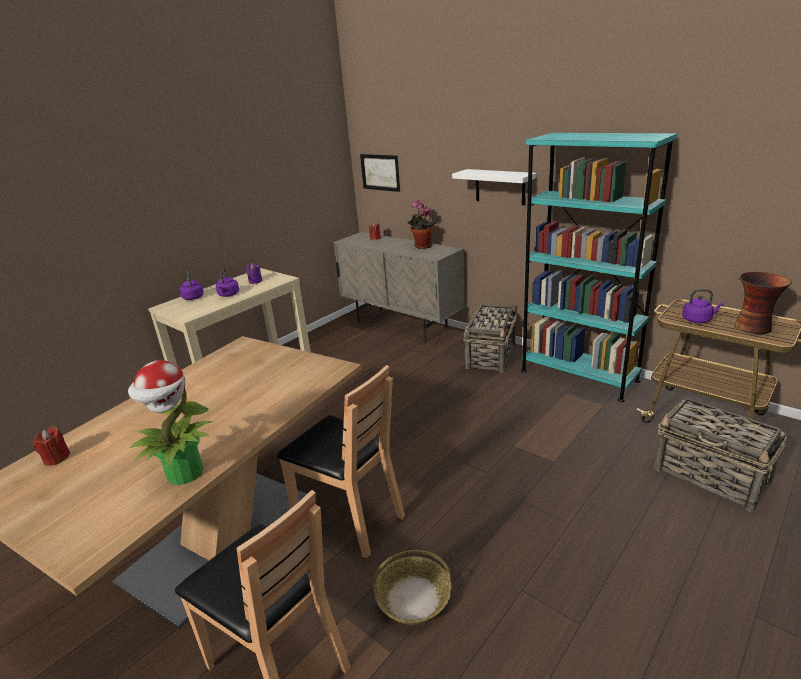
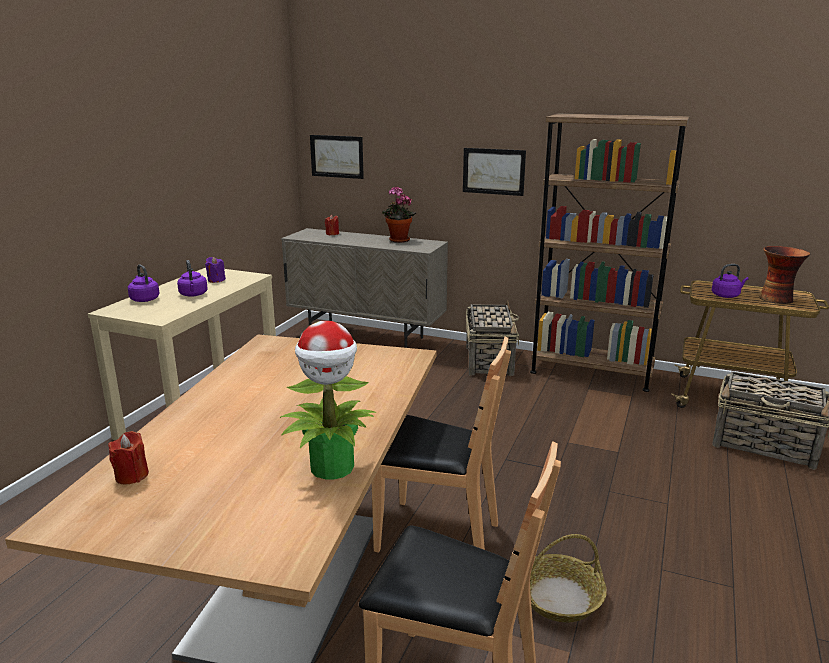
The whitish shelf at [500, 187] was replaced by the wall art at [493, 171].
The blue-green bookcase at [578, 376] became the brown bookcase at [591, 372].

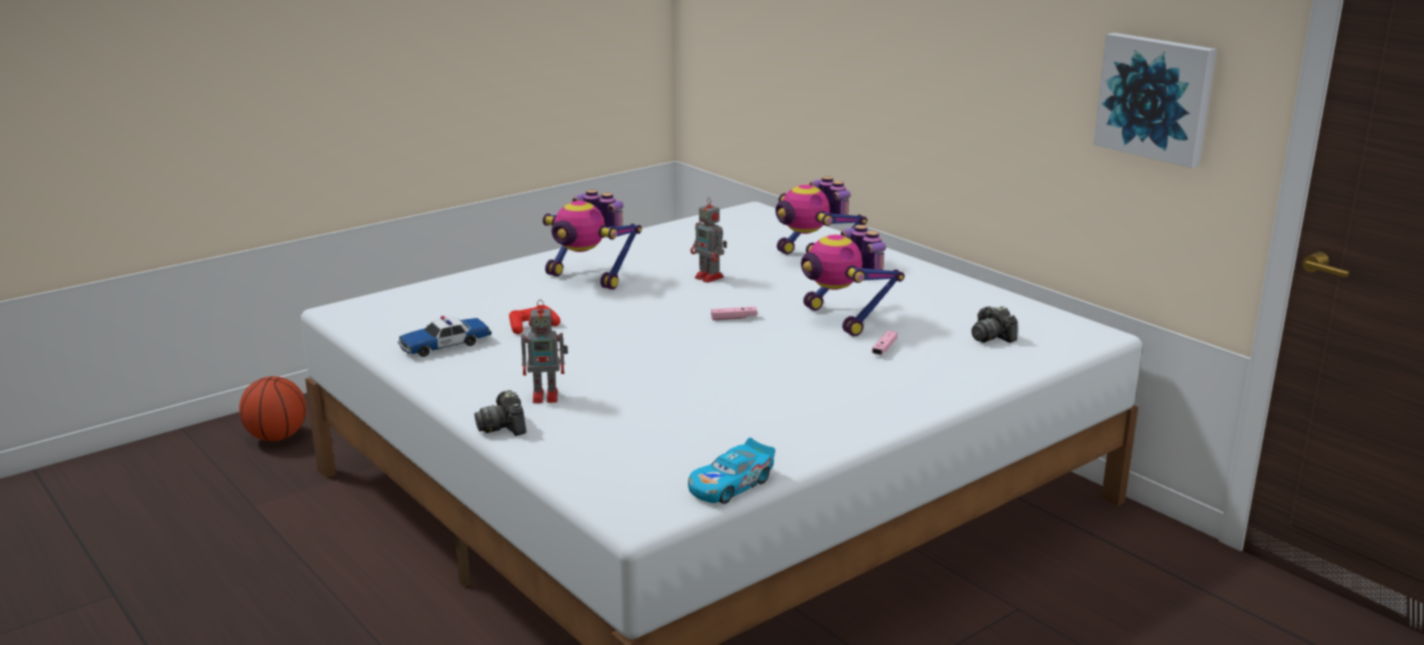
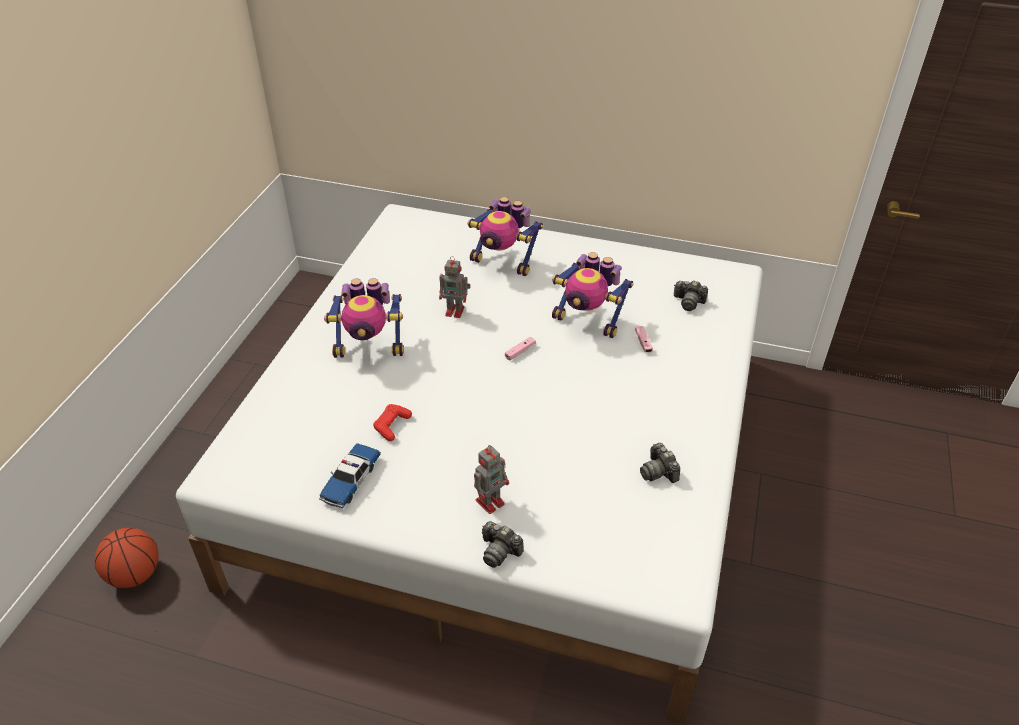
The toy car at [730, 485] disappeared.
The wall art at [1156, 98] disappeared.
The still camera at [658, 471] appeared.

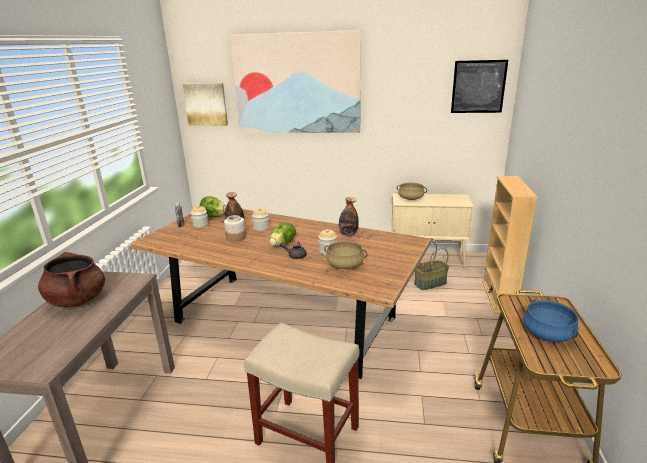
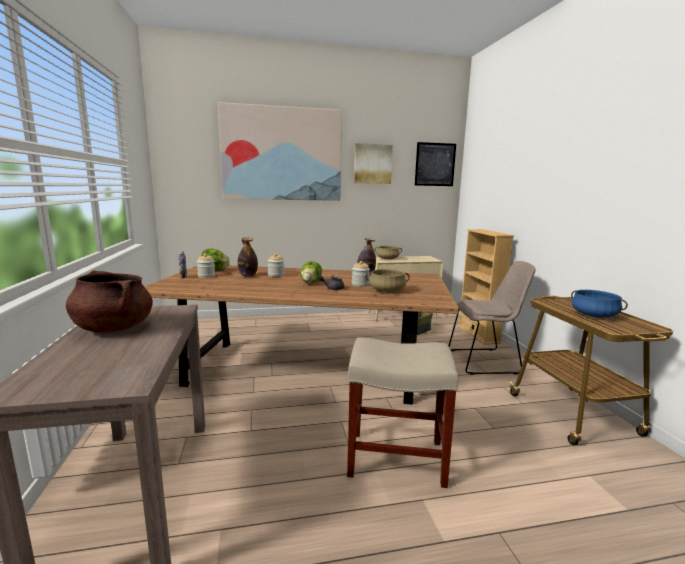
The wall art moved from [206, 104] to [372, 164].
The storage jar at [236, 237] disappeared.
The beige-coloured plain chair at [485, 361] appeared.

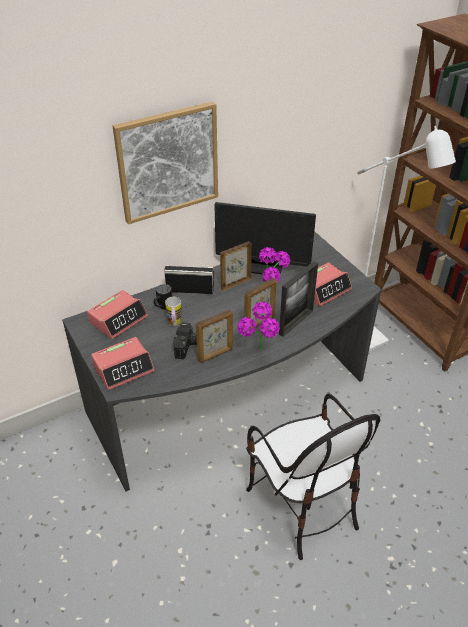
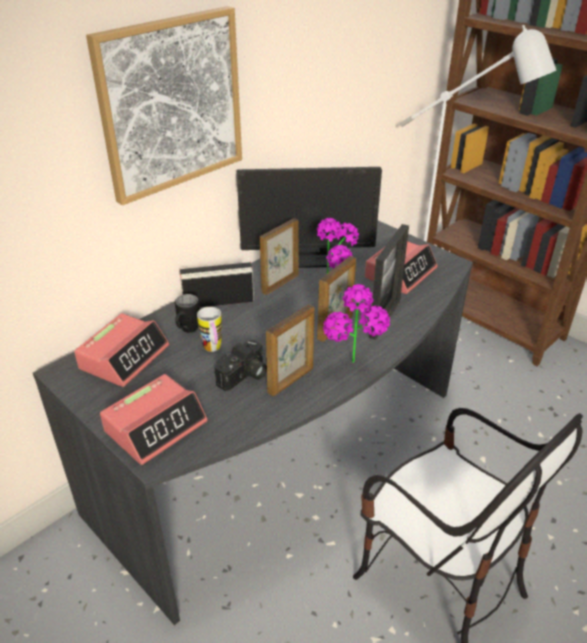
The still camera at [187, 346] turned 45 degrees clockwise.

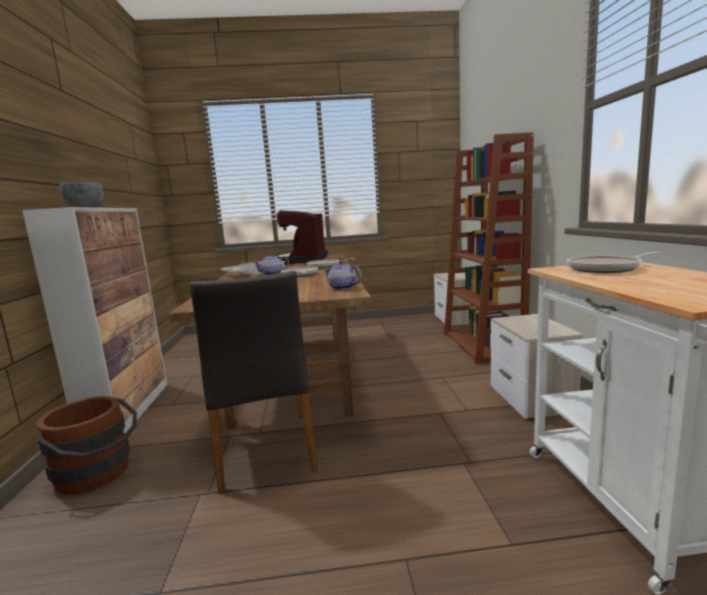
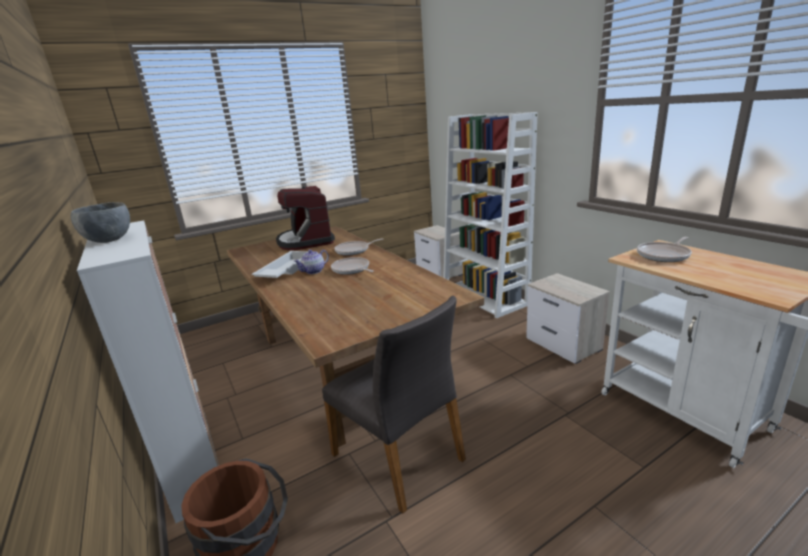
The tea pot at [342, 288] disappeared.
The brown bookcase at [483, 345] became the whitish bookcase at [485, 297].

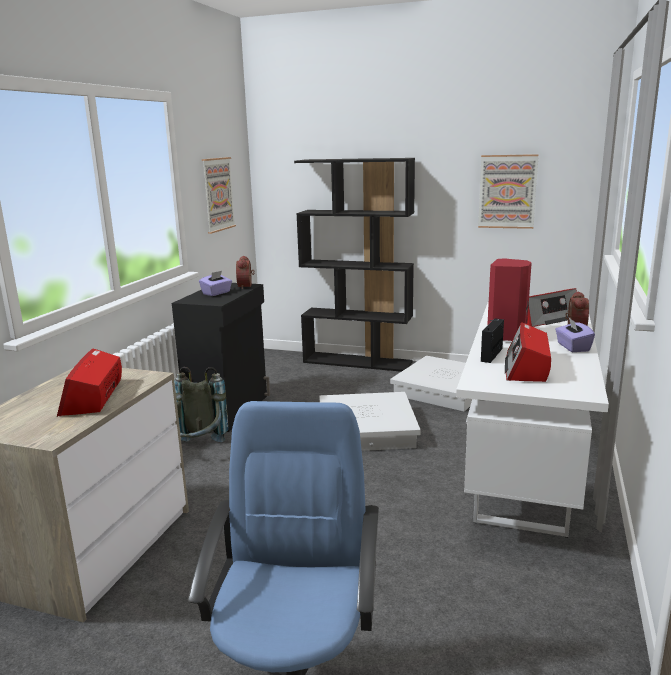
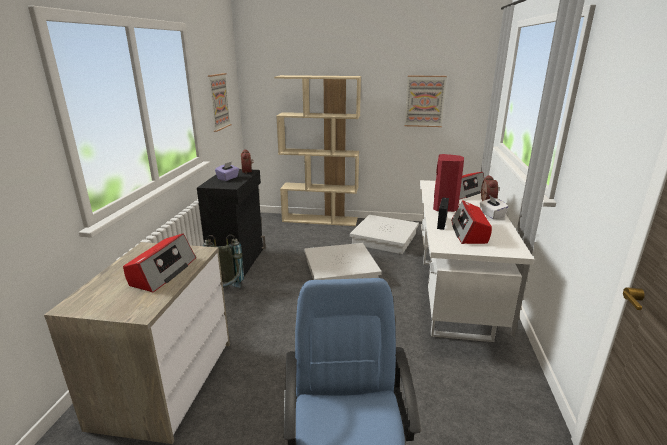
The radio at [93, 397] turned 150 degrees counterclockwise.
The black bookcase at [358, 362] became the beige-coloured bookcase at [320, 220].
The purplish tissue box at [572, 347] became the whitish tissue box at [491, 215].

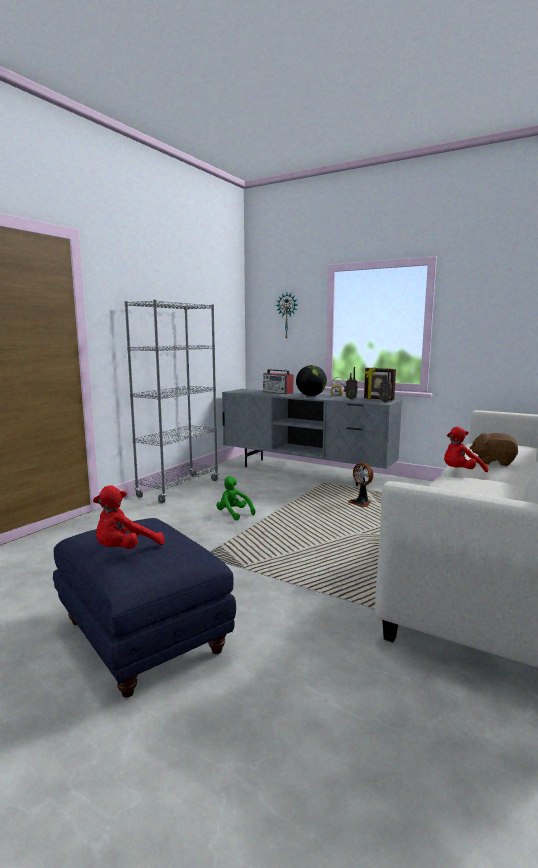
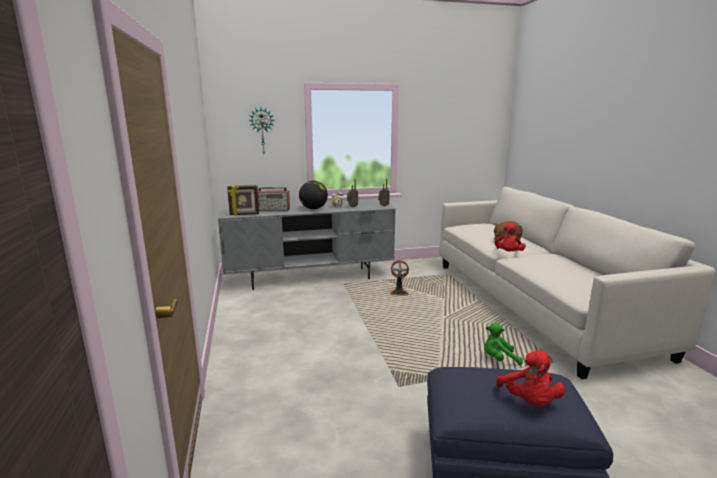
The grey bookcase at [179, 488] disappeared.
The green-coloured plush toy moved from [233, 514] to [499, 359].
The standing frame moved from [378, 399] to [244, 214].

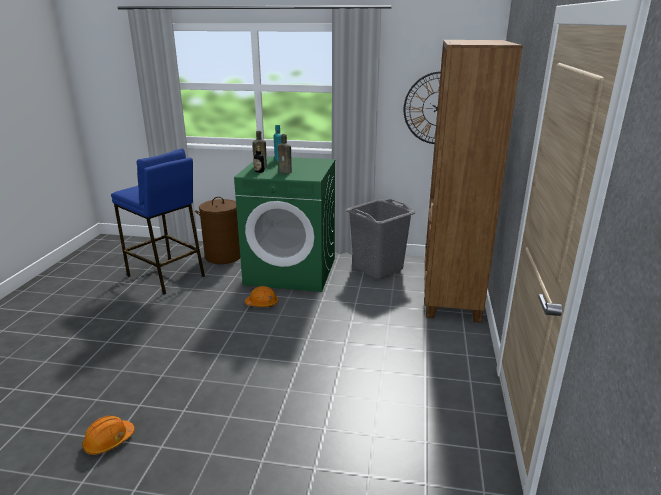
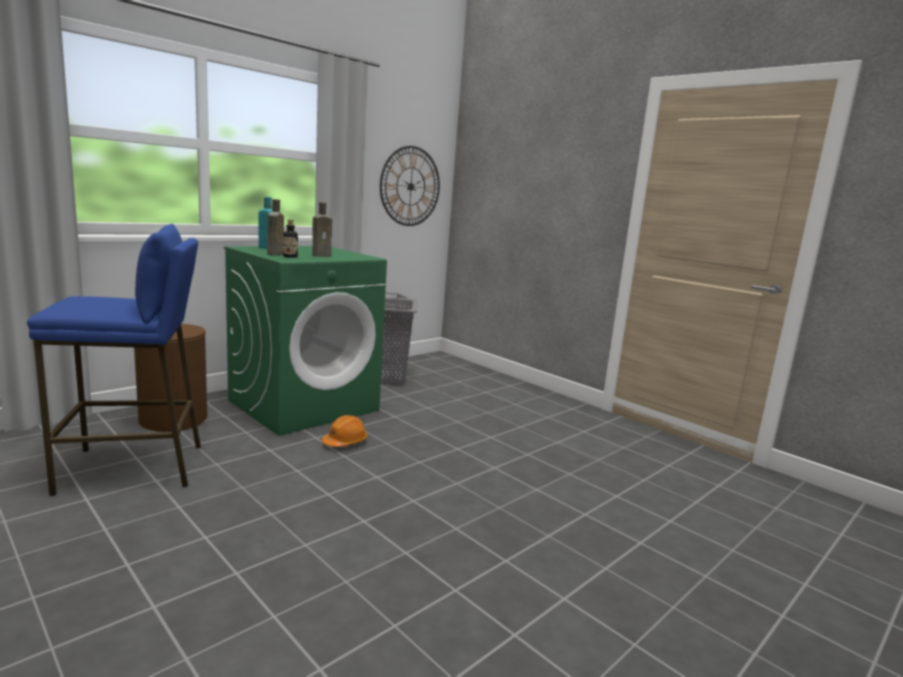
The orange-coloured work helmet at [109, 441] disappeared.
The brown bookcase at [449, 293] disappeared.

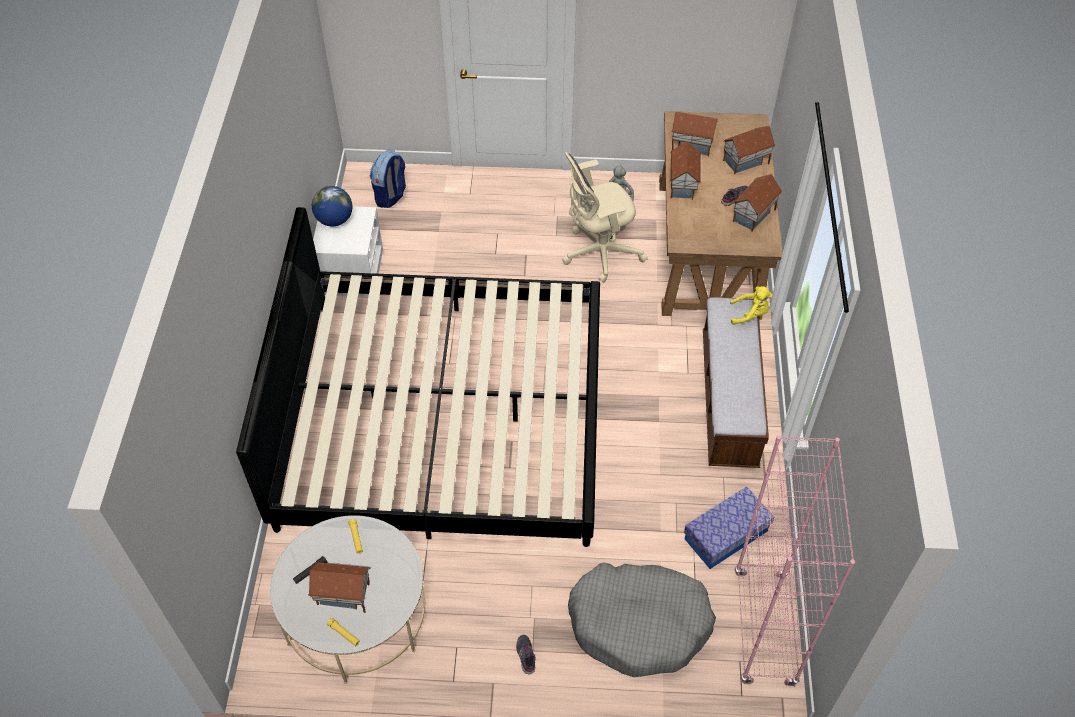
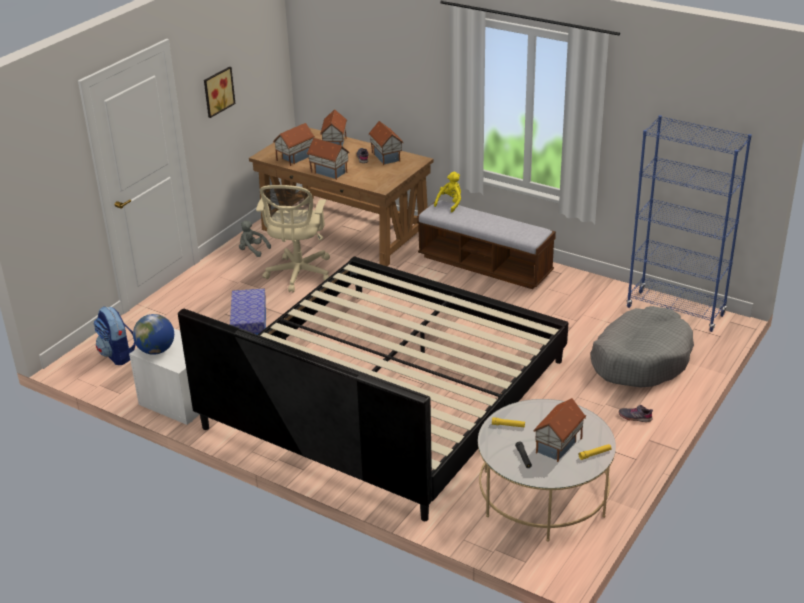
The storage box moved from [726, 535] to [249, 325].
The pinkish bookcase at [764, 628] became the bluish bookcase at [675, 311].
The wall art at [217, 91] appeared.

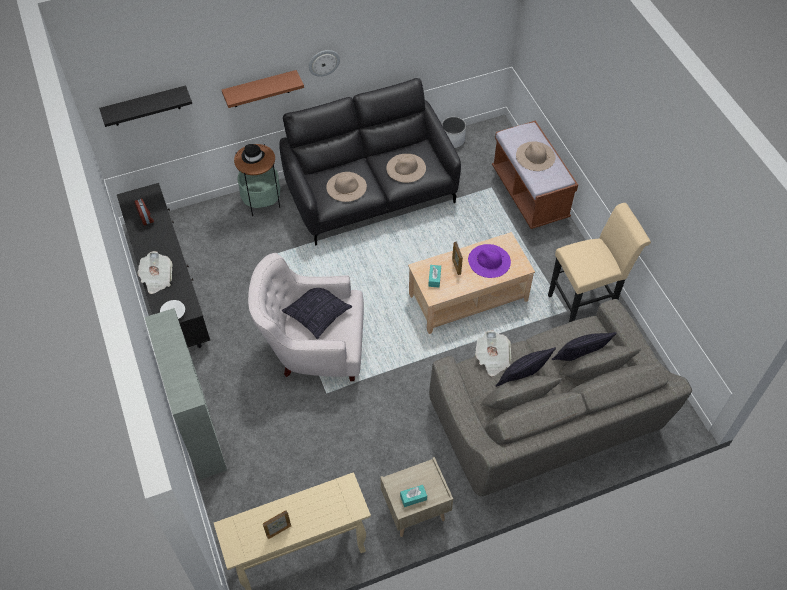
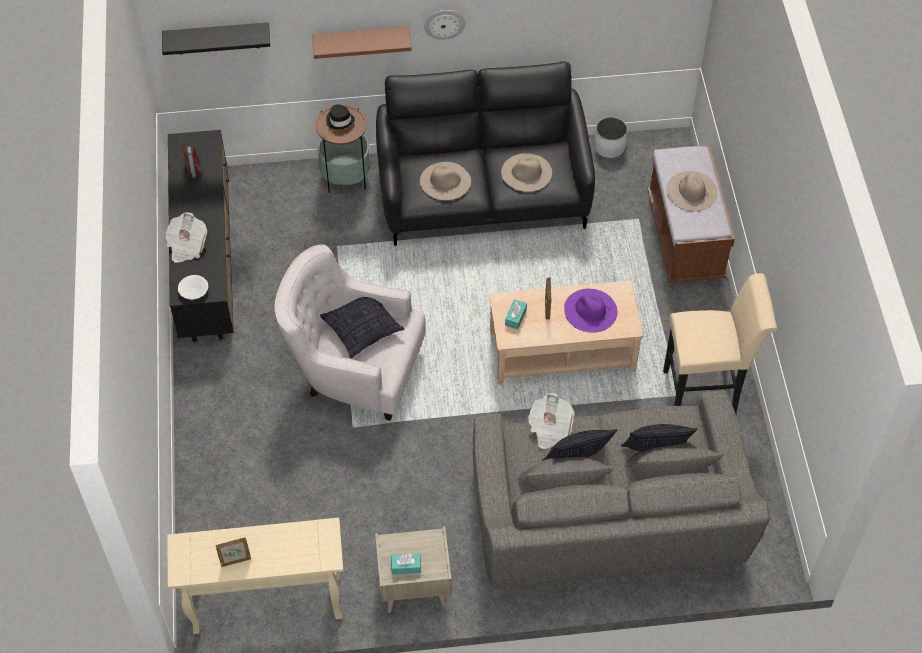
The grey bookcase at [198, 428] disappeared.

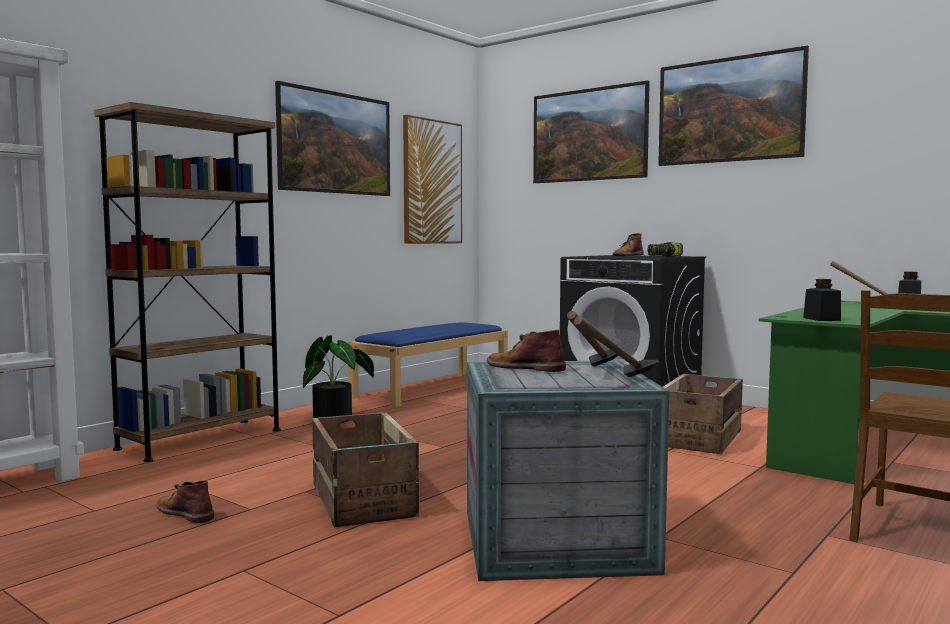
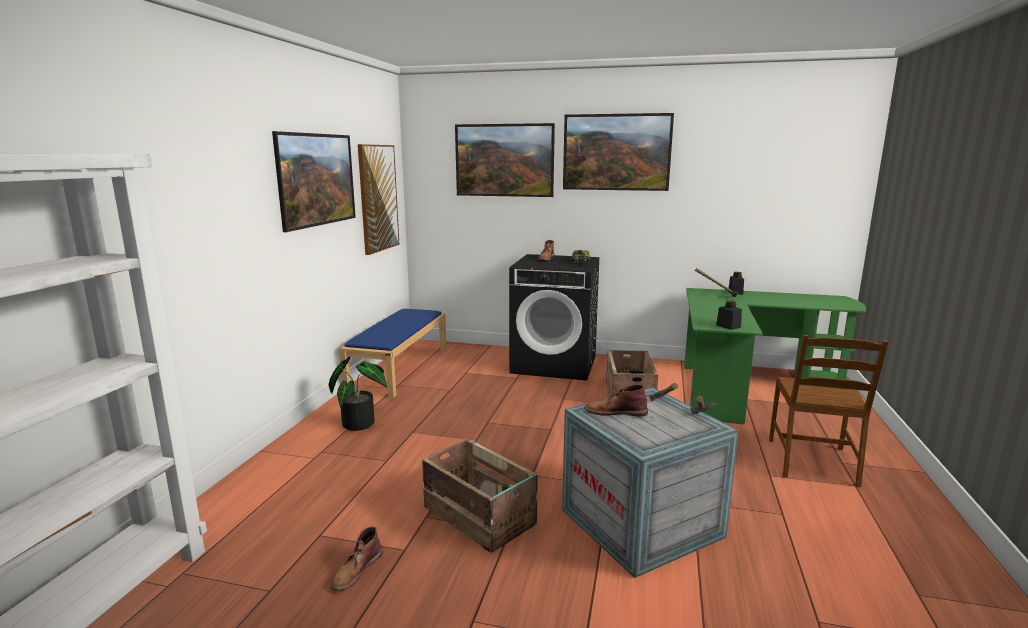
The brown bookcase at [200, 439] disappeared.
The brown tall boot at [185, 513] turned 75 degrees counterclockwise.

